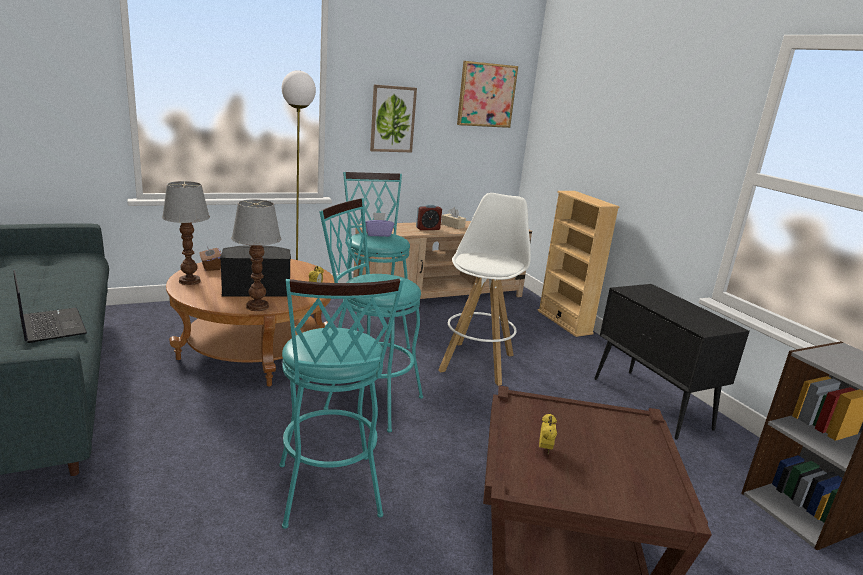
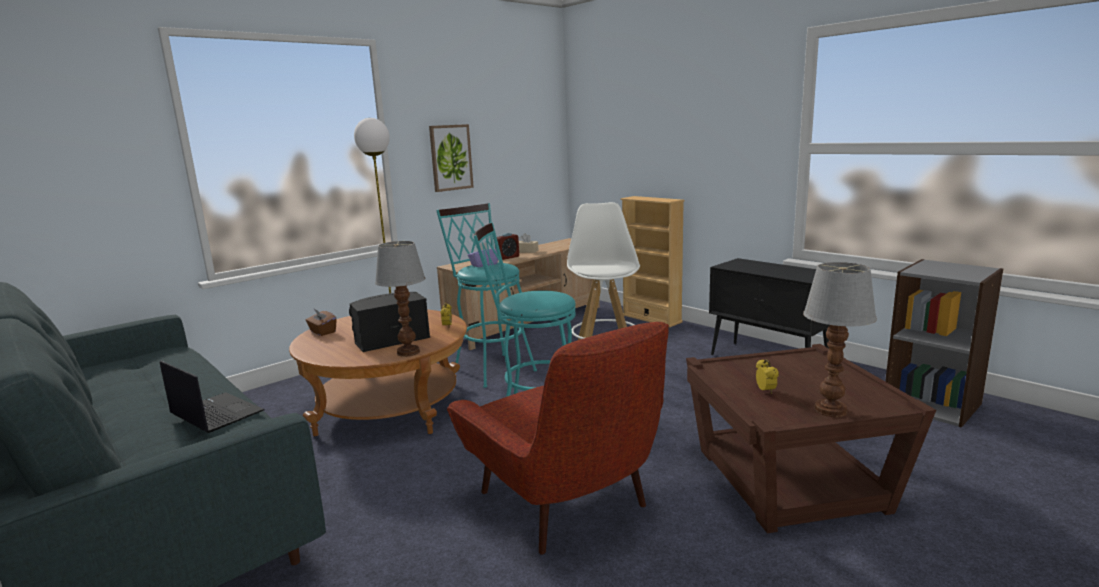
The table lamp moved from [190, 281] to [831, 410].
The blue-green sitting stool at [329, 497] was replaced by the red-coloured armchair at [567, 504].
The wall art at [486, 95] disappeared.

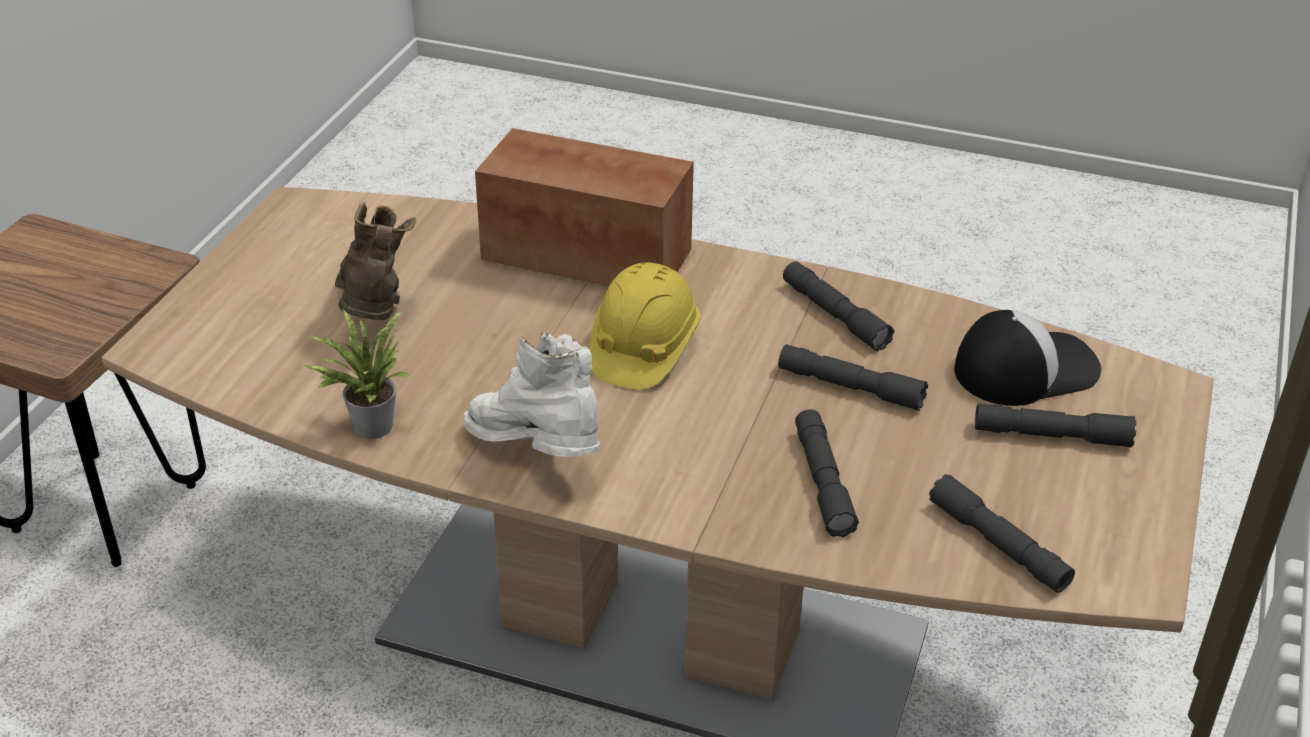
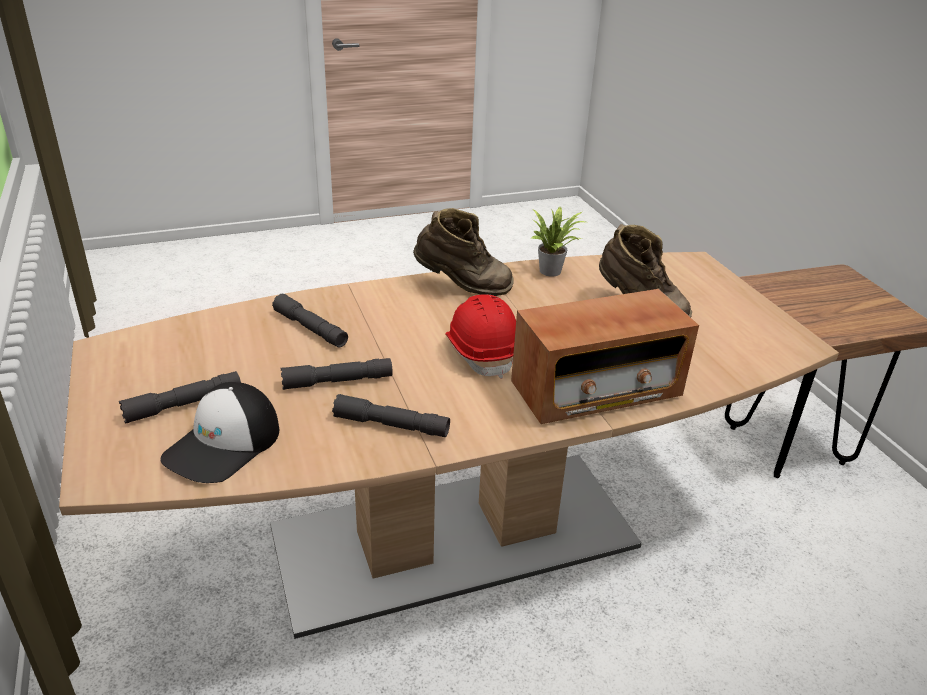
The whitish tall boot at [537, 456] became the brown tall boot at [462, 288].
The yellow-coloured work helmet at [643, 349] became the red-coloured work helmet at [482, 352].
The grey torch at [998, 545] disappeared.

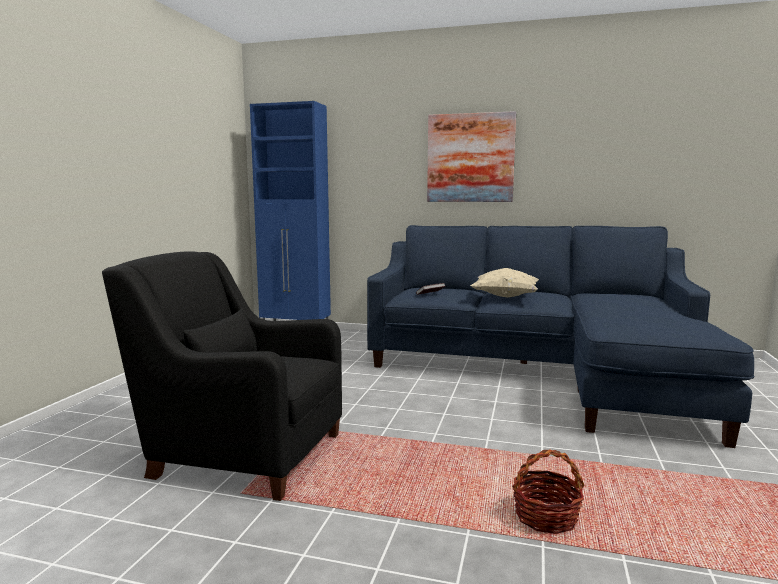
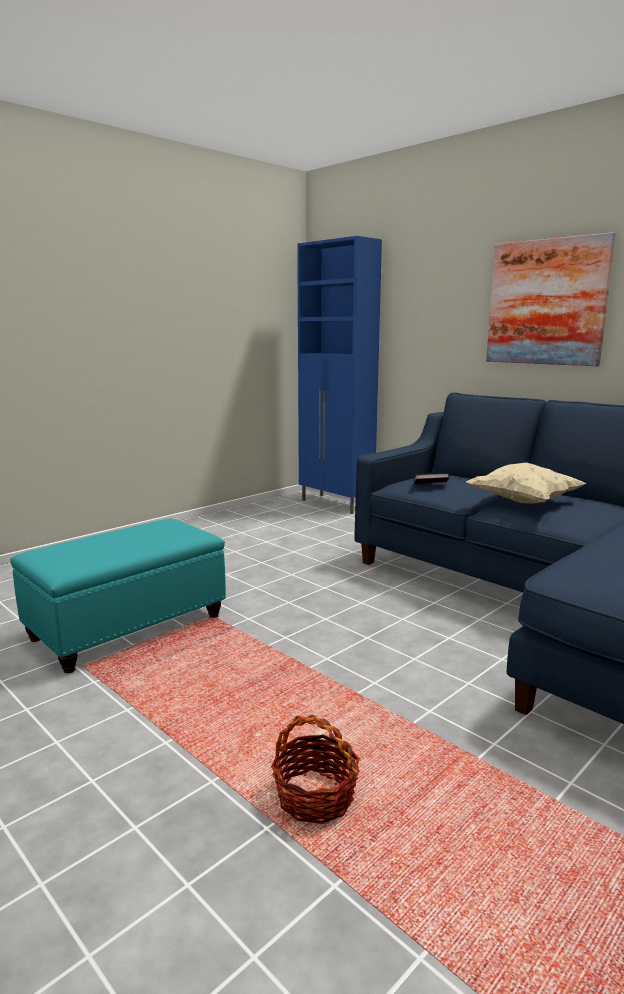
The black armchair at [241, 453] was replaced by the blue-green pouffe at [129, 627].

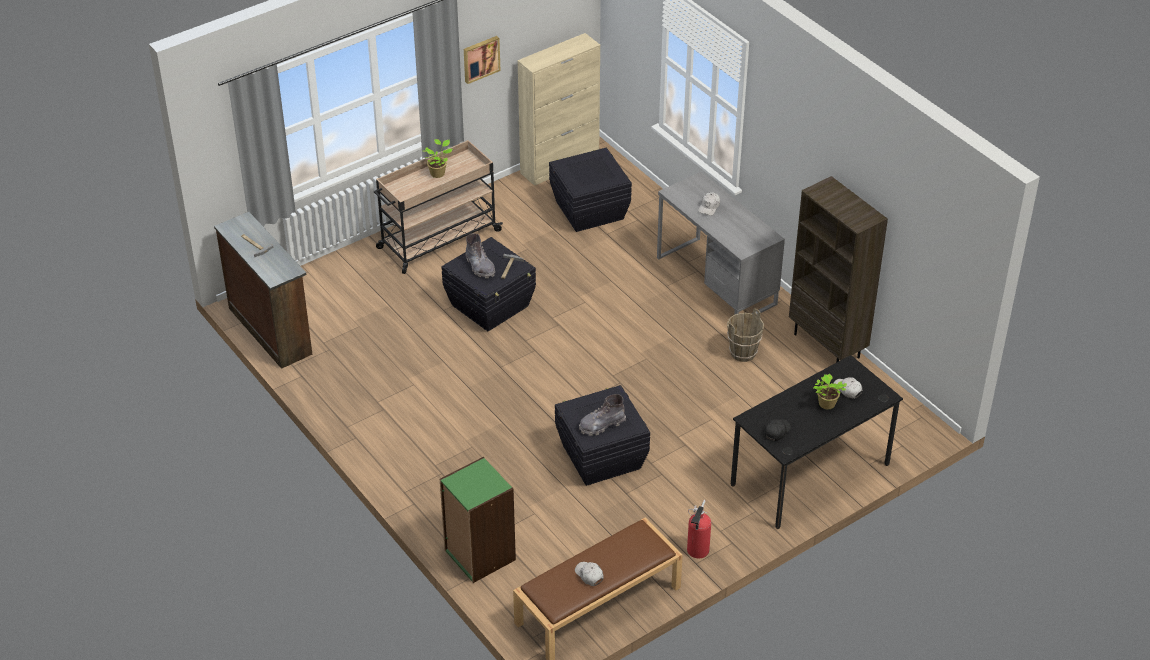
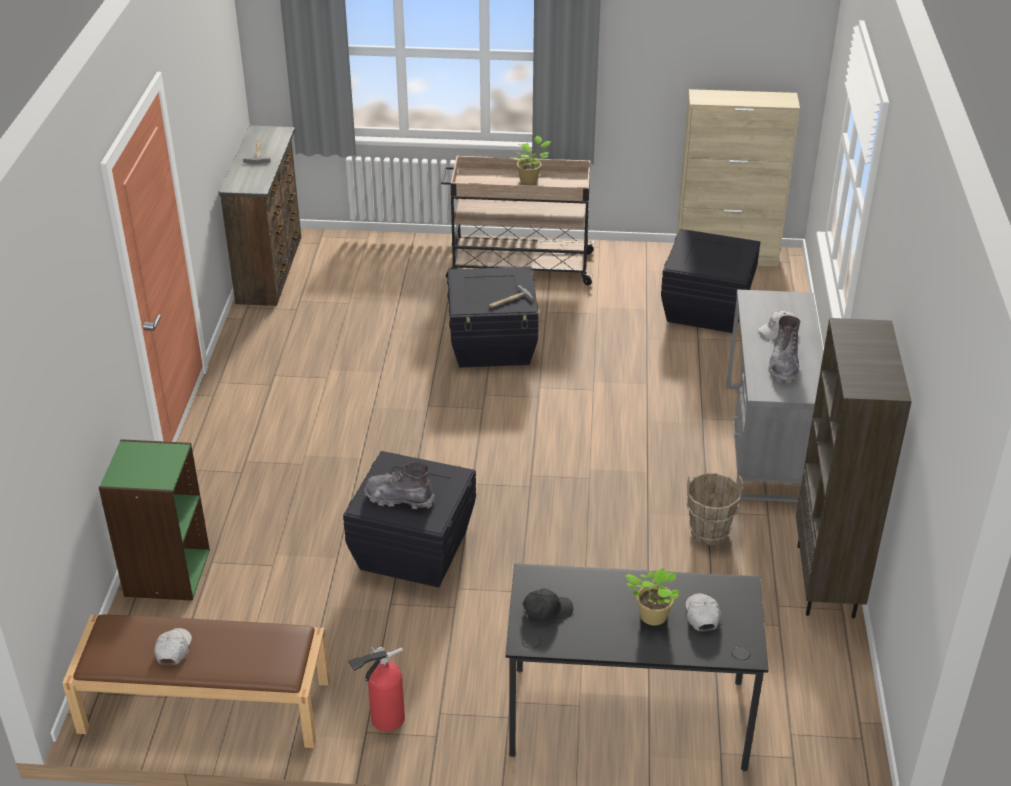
The wall art at [480, 58] disappeared.
The grey tall boot moved from [480, 266] to [783, 365].

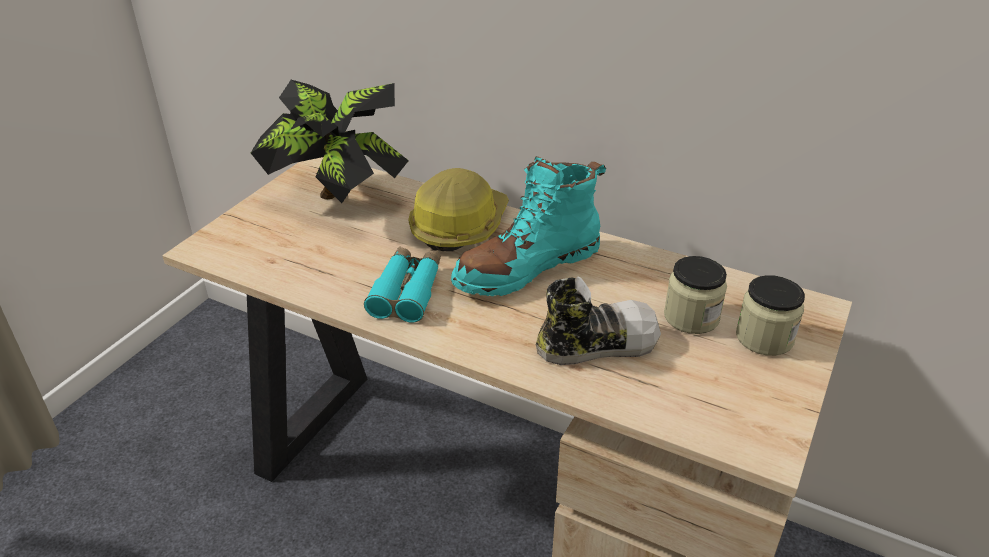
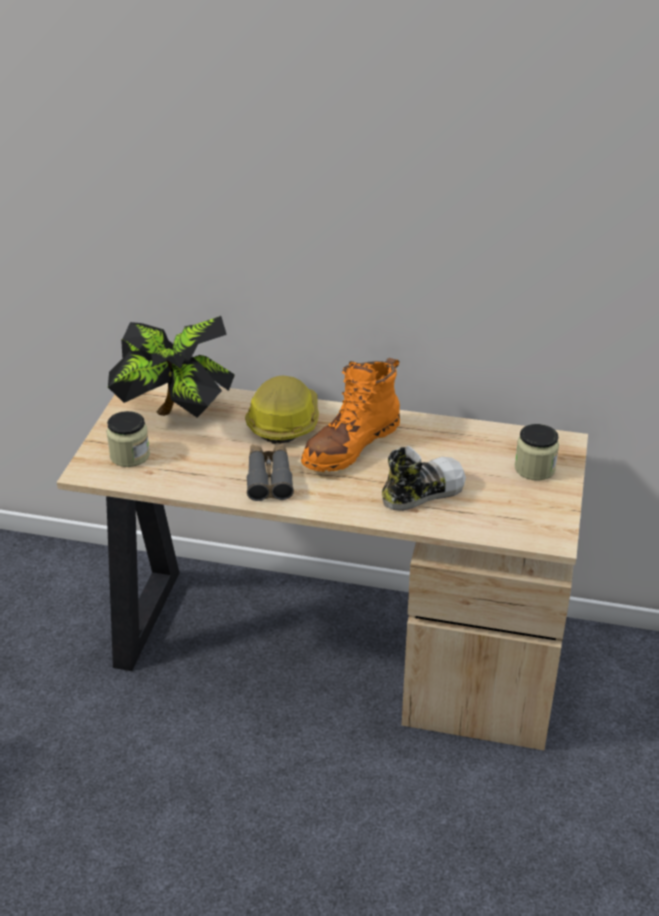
The blue-green pair of binoculars at [407, 291] became the grey pair of binoculars at [269, 478].
The blue-green tall boot at [527, 267] became the orange-coloured tall boot at [351, 446].
The storage jar moved from [691, 317] to [130, 455].

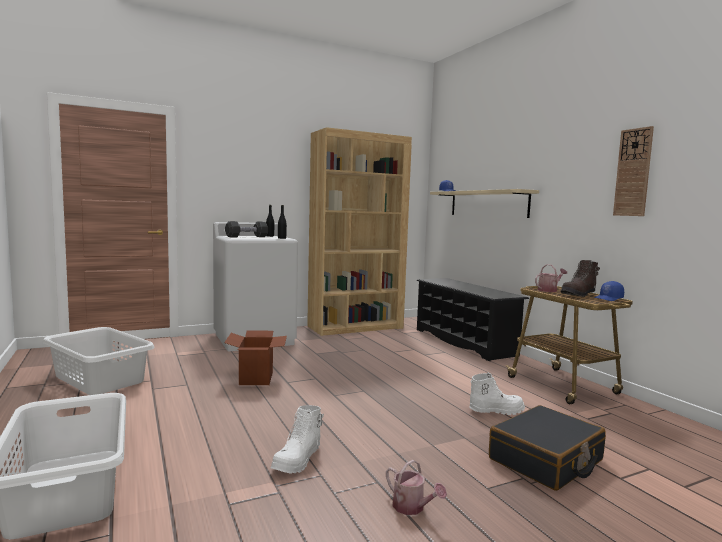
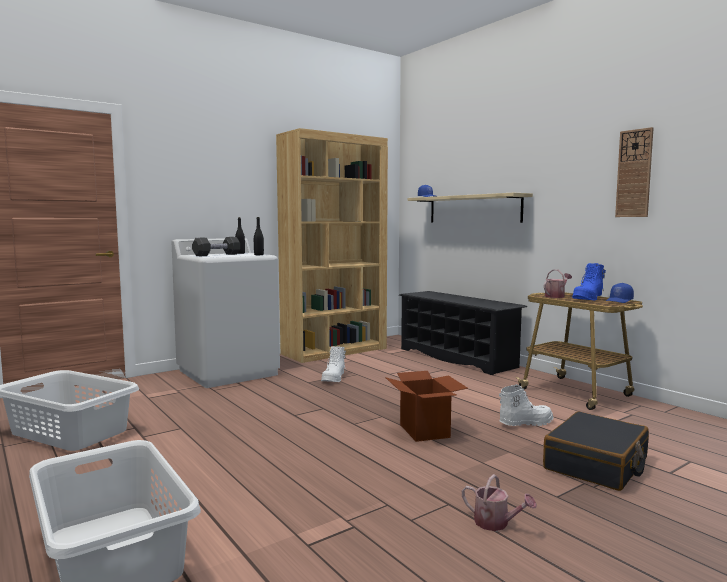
The cardboard box moved from [256, 378] to [424, 431].
The whitish tall boot moved from [298, 460] to [334, 378].
The brown tall boot at [579, 294] became the bluish tall boot at [588, 298].

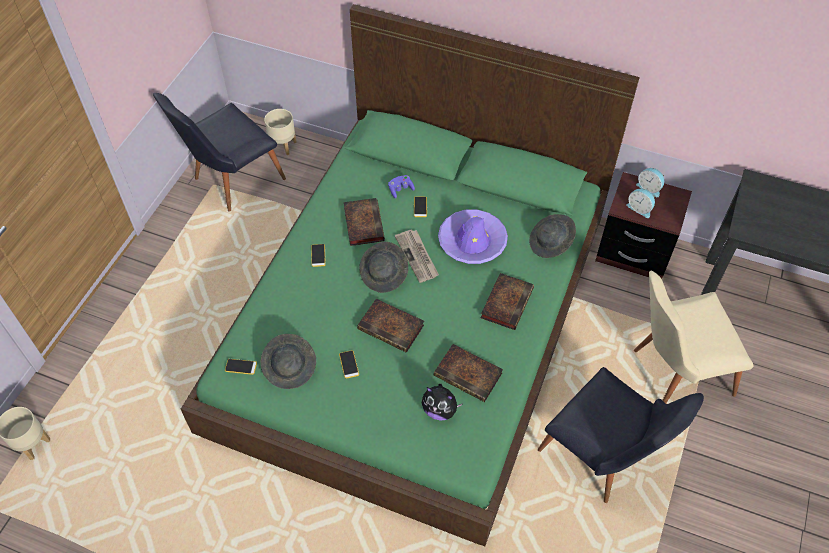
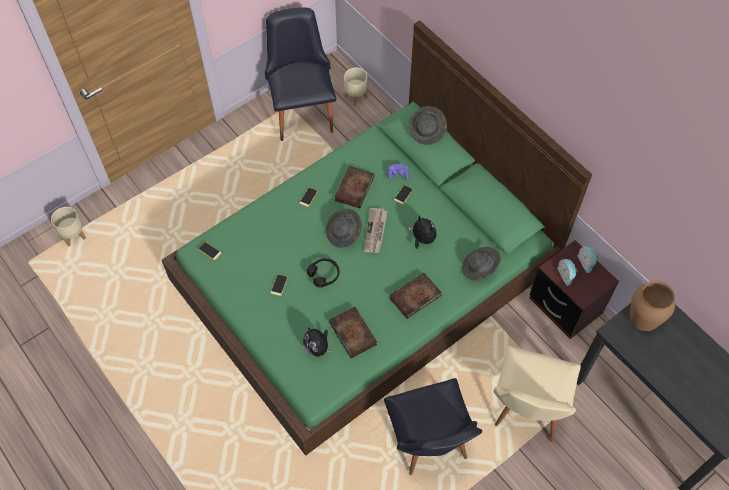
The black plain chair at [231, 182] turned 90 degrees clockwise.
The grey clothing hat moved from [290, 368] to [427, 131].
The volume at [392, 328] was replaced by the black headset at [324, 274].
The purplish clothing hat at [472, 242] was replaced by the plush toy at [422, 239].
The beige-coloured plain chair at [672, 372] turned 90 degrees counterclockwise.
The brown vase at [644, 317] appeared.

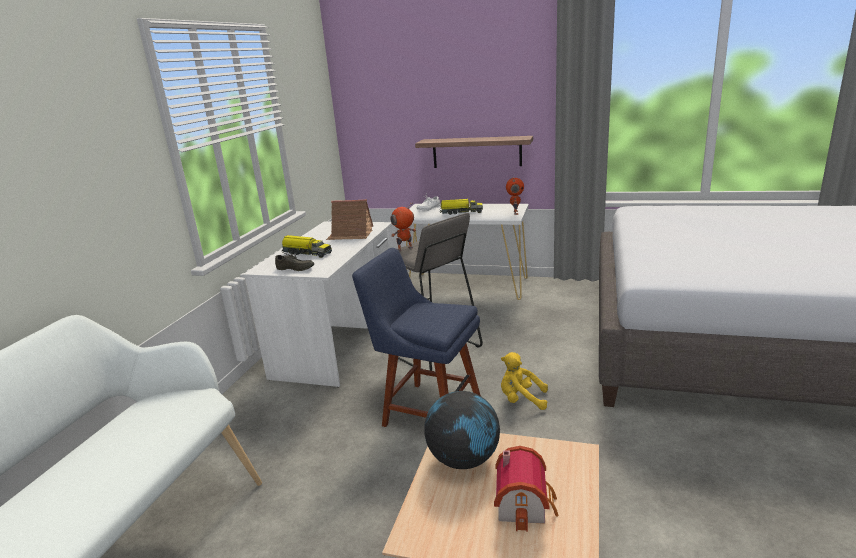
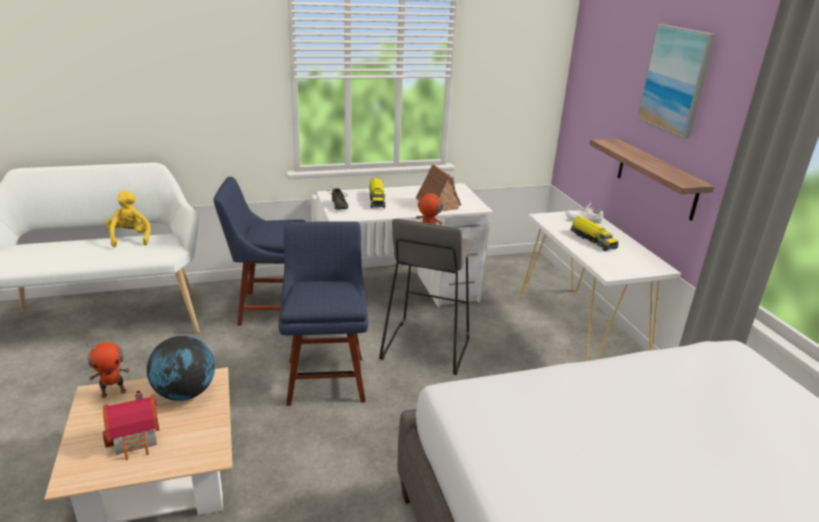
The yellow-coloured plush toy moved from [521, 400] to [130, 238].
The robot figure moved from [515, 212] to [113, 392].
The bluish plain chair at [269, 308] appeared.
The wall art at [675, 80] appeared.

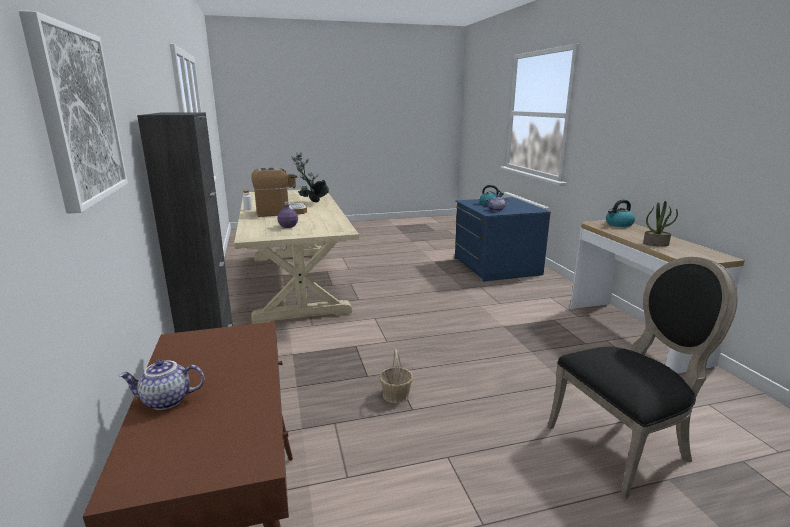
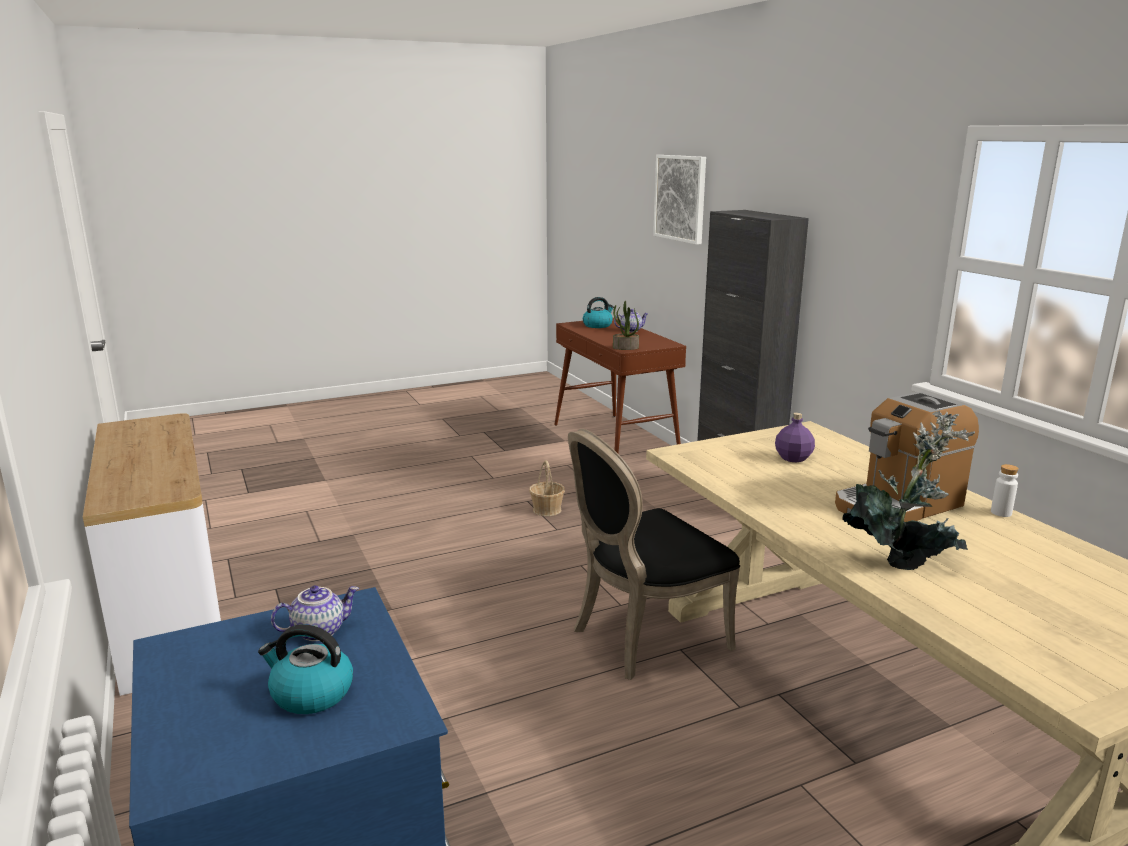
The black plain chair moved from [624, 445] to [643, 638].
The kettle moved from [618, 224] to [598, 325].
The plant in a pot moved from [656, 244] to [625, 348].

